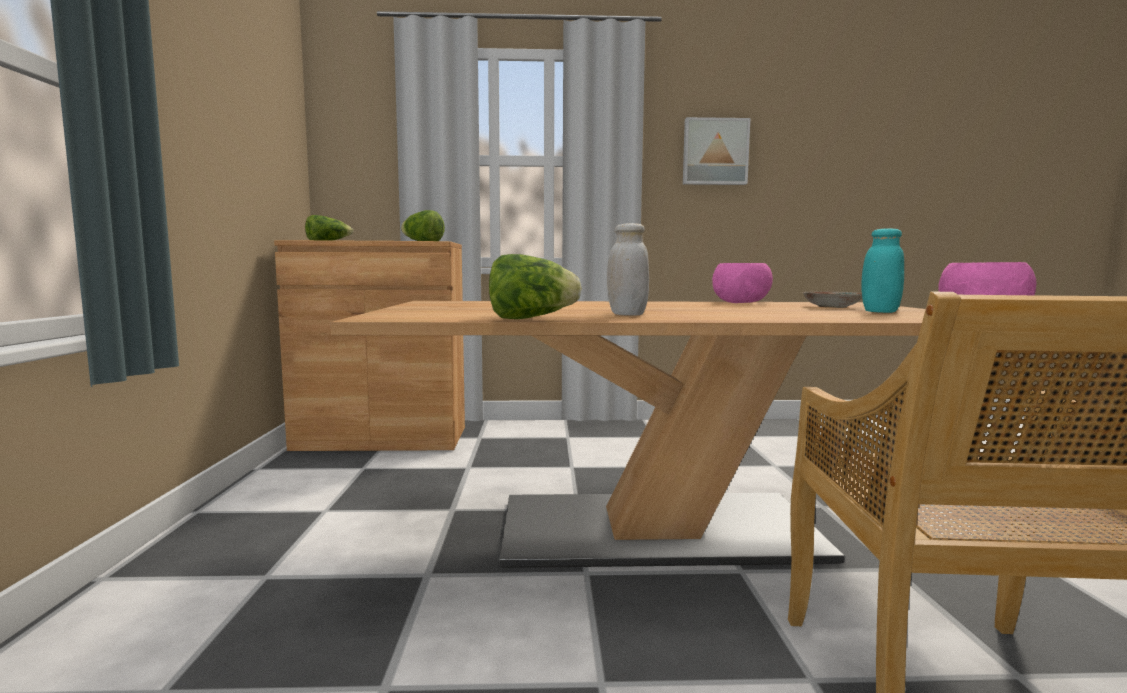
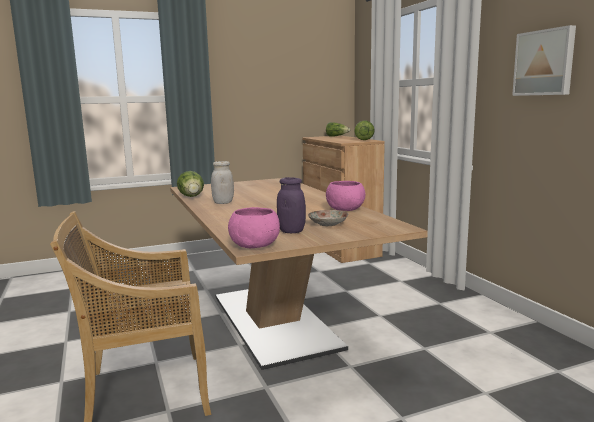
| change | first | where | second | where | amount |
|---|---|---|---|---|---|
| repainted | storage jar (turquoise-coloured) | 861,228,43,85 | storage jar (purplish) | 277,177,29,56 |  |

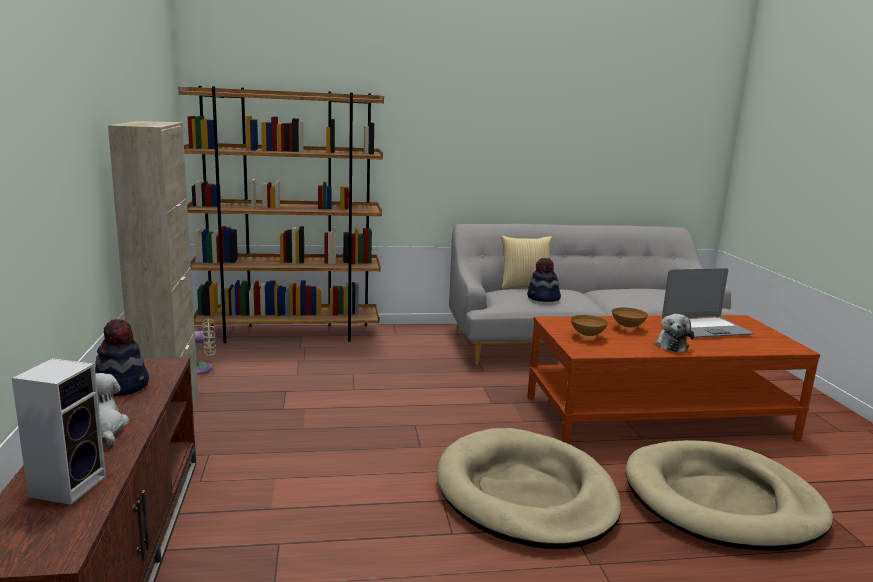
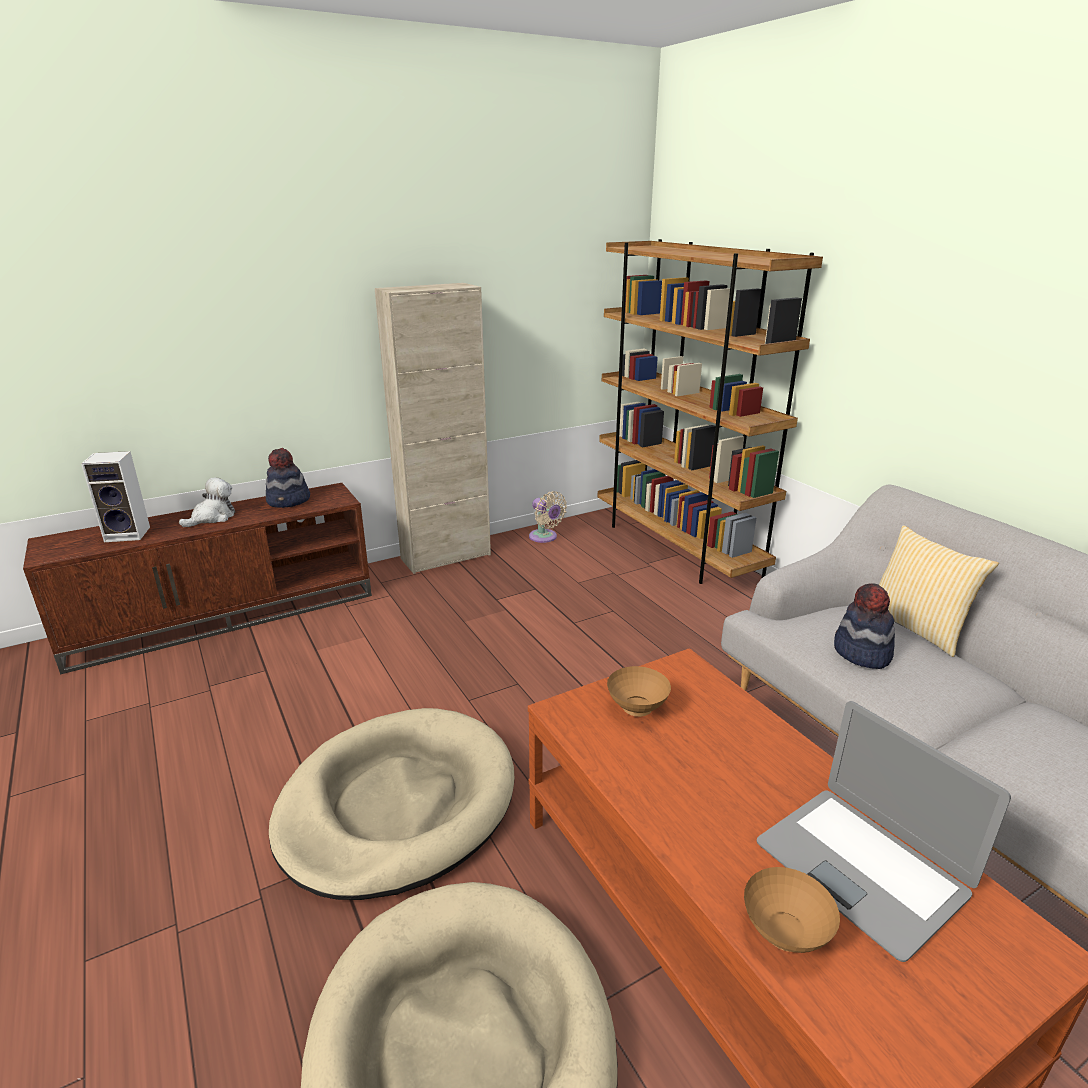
| change | first | where | second | where | amount |
|---|---|---|---|---|---|
| gone | cuddly toy | 654,314,40,38 |  |  |  |
| shifted | bowl (brownish) | 612,308,36,22 |  | 744,867,96,86 |  |

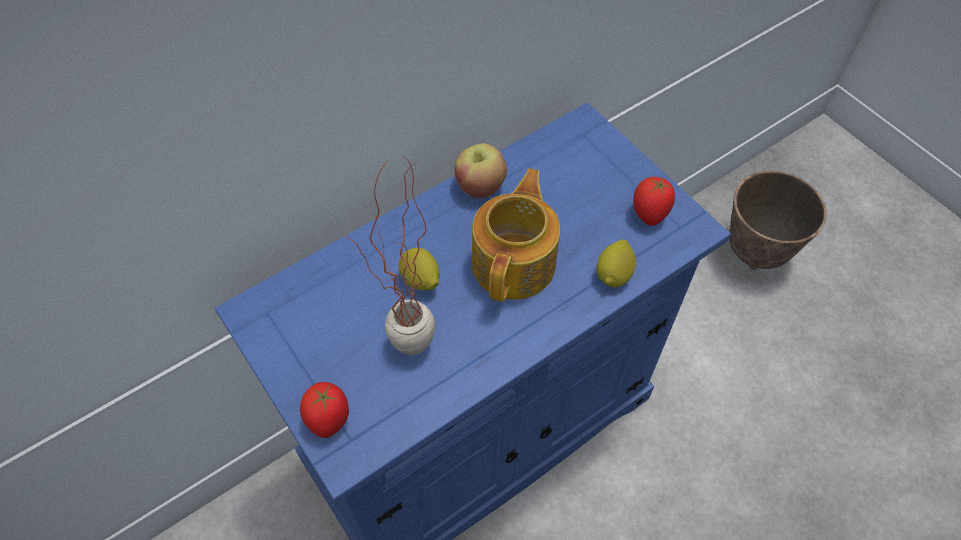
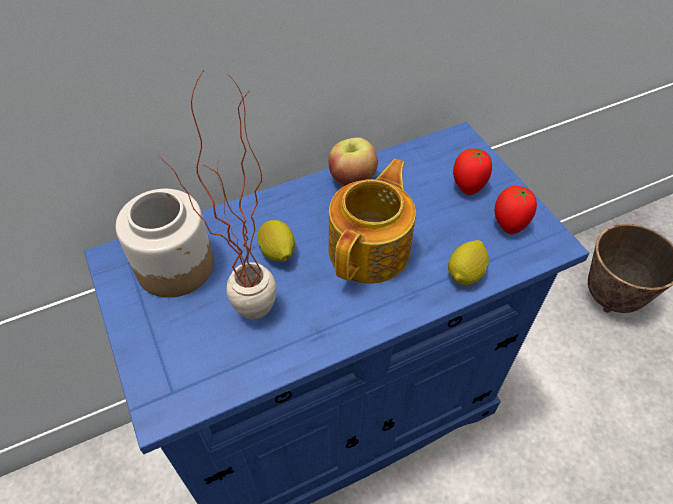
| change | first | where | second | where | amount |
|---|---|---|---|---|---|
| new |  |  | storage jar | 116,189,98,109 |  |
| shifted | fresh tomato | 300,382,49,56 |  | 453,148,39,47 |  |

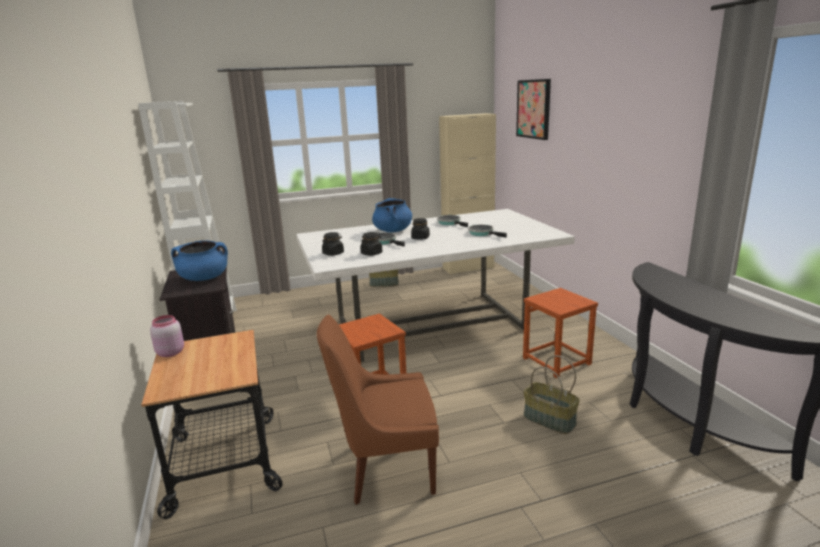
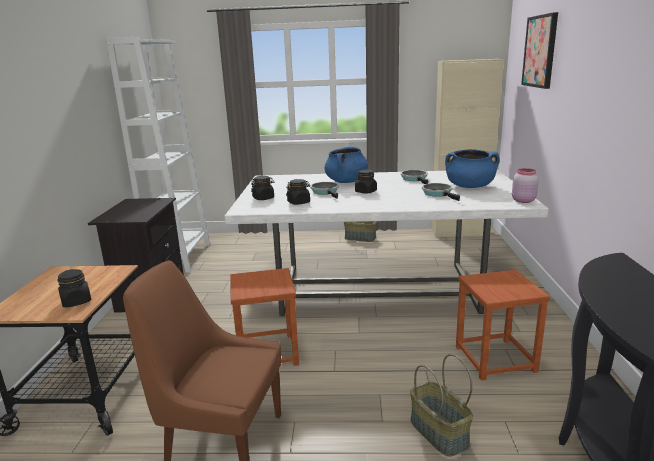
| change | first | where | second | where | amount |
|---|---|---|---|---|---|
| new |  |  | storage jar (black) | 57,269,34,39 |  |
| shifted | storage jar (pinkish) | 150,315,34,42 |  | 512,168,27,35 |  |
| shifted | saucepot (blue) | 171,240,57,41 |  | 445,149,55,39 |  |

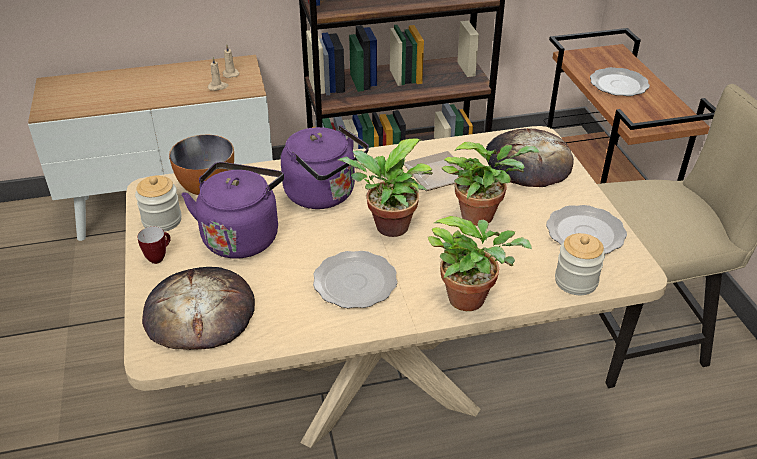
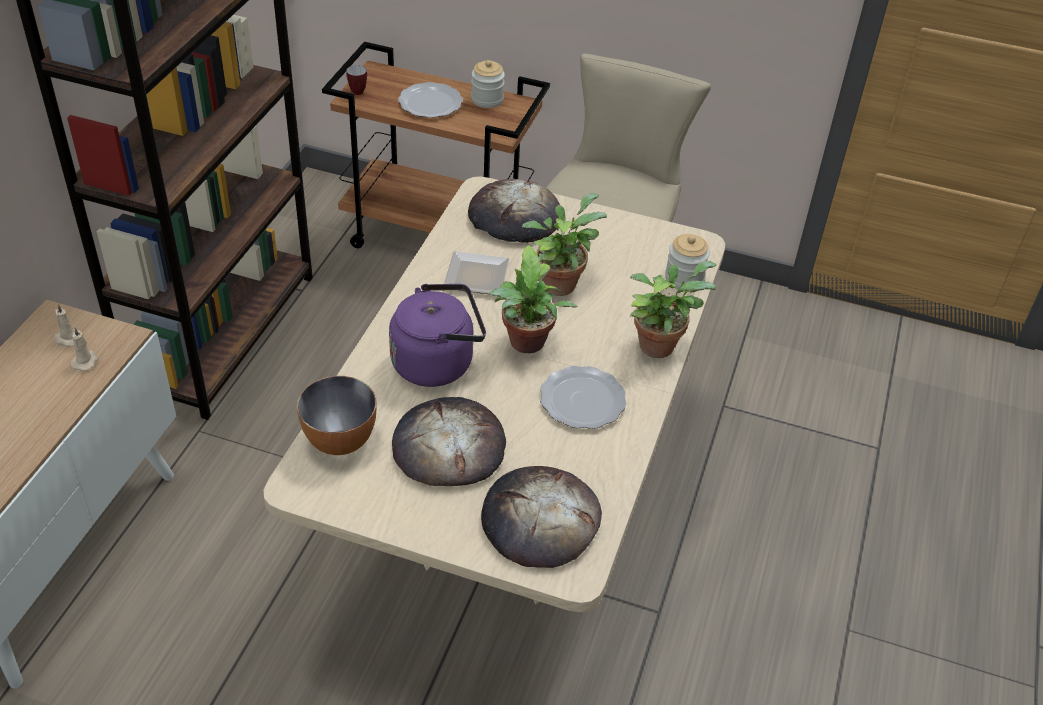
| change | first | where | second | where | amount |
|---|---|---|---|---|---|
| gone | plate | 546,205,81,49 |  |  |  |
| shifted | storage jar | 135,176,47,56 |  | 471,60,34,48 |  |
| shifted | tea mug | 137,227,34,37 |  | 346,65,21,30 |  |
| swapped | water kettle (purplish) | 182,162,102,97 | bakery bread | 392,397,114,89 |  |

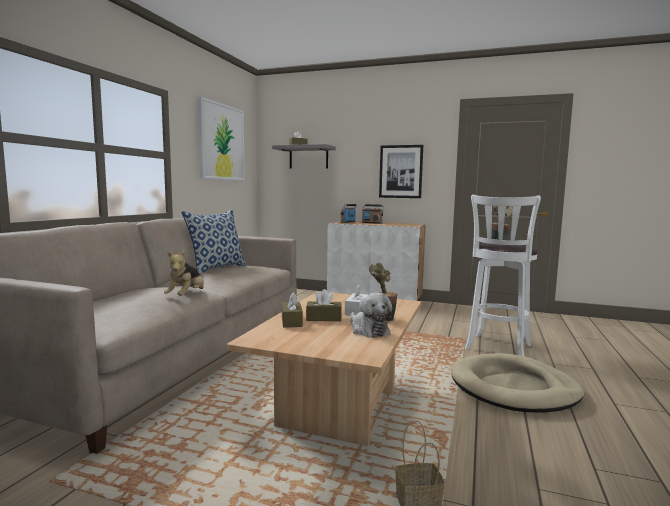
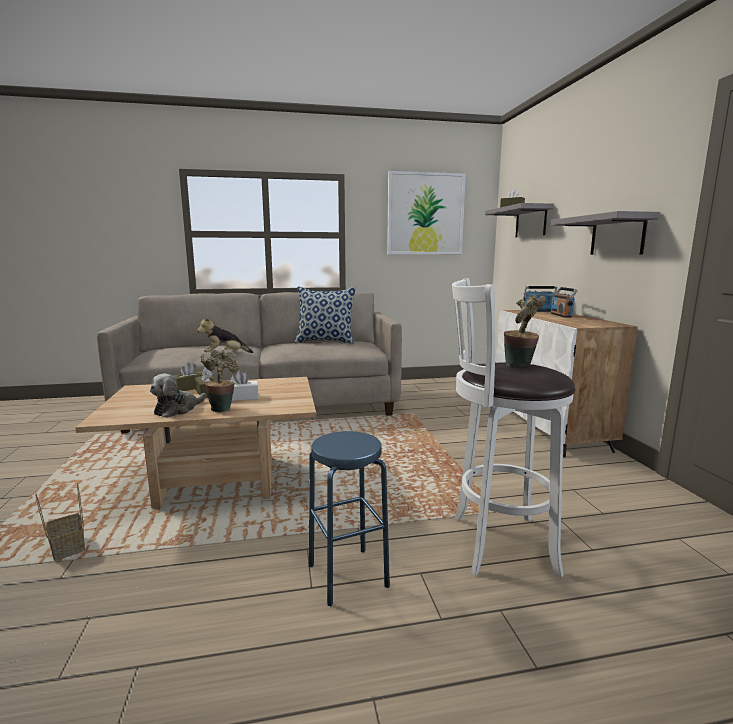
| change | first | where | second | where | amount |
|---|---|---|---|---|---|
| swapped | picture | 379,145,44,53 | bracket shelf (grey) | 551,211,110,44 |  |
| swapped | dog bed (sand-coloured) | 451,353,133,59 | stool seat (blue) | 309,431,81,175 |  |

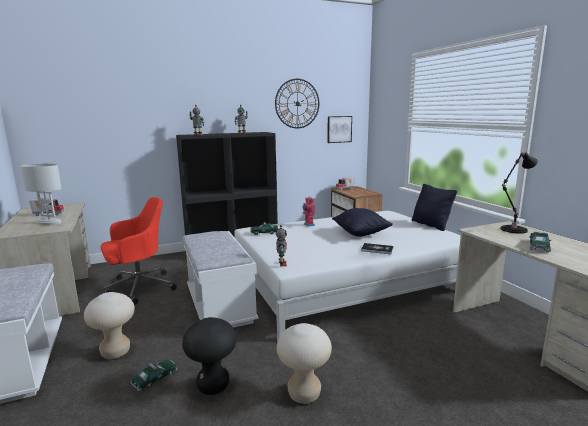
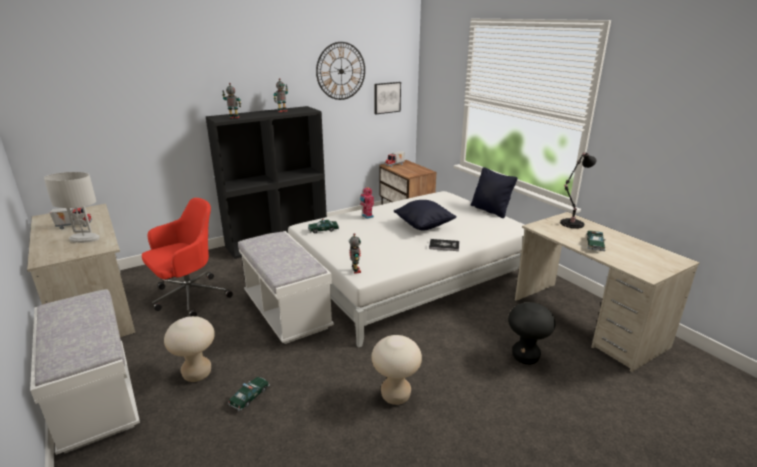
| change | first | where | second | where | amount |
|---|---|---|---|---|---|
| shifted | stool seat (black) | 182,317,55,78 |  | 508,302,47,63 |  |

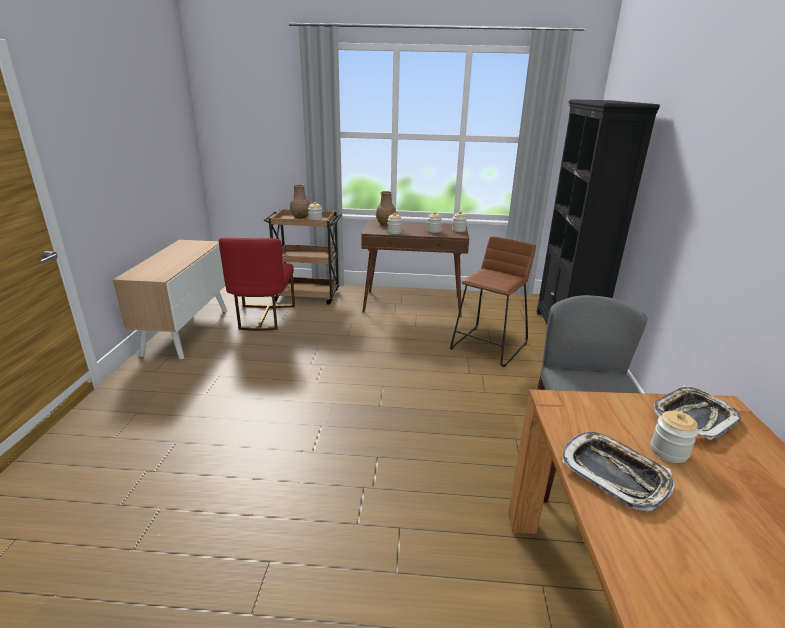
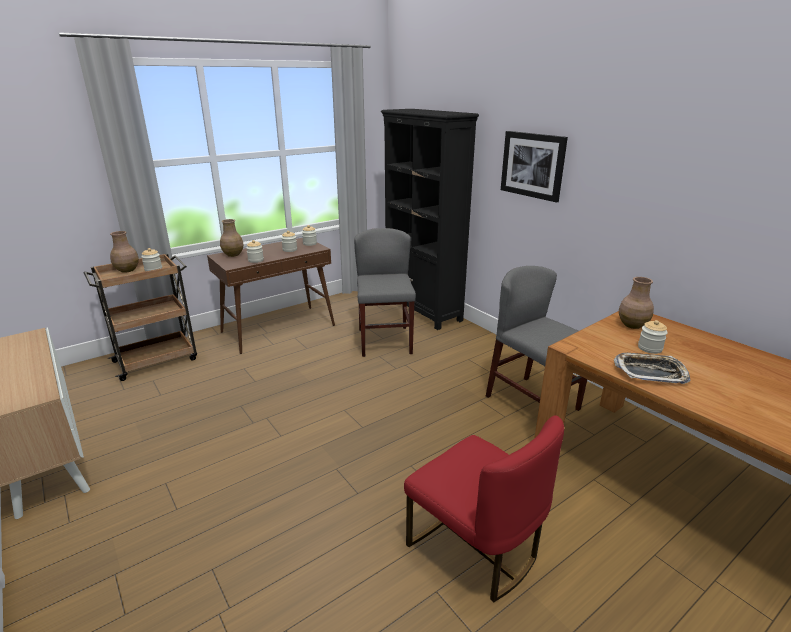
| change | first | where | second | where | amount |
|---|---|---|---|---|---|
| new |  |  | picture | 501,131,67,71 |  |
| shifted | chair (reddish) | 219,238,76,93 |  | 404,415,160,187 |  |
| swapped | stool seat (brownish) | 450,236,86,131 | chair (grey) | 354,228,62,129 |  |
| swapped | carrying tray | 654,385,87,55 | vase (brownish) | 619,277,35,52 |  |

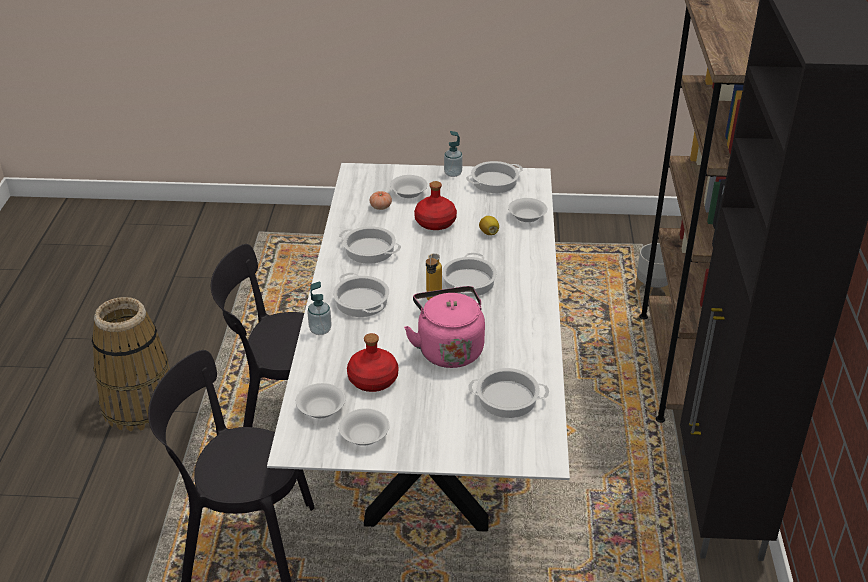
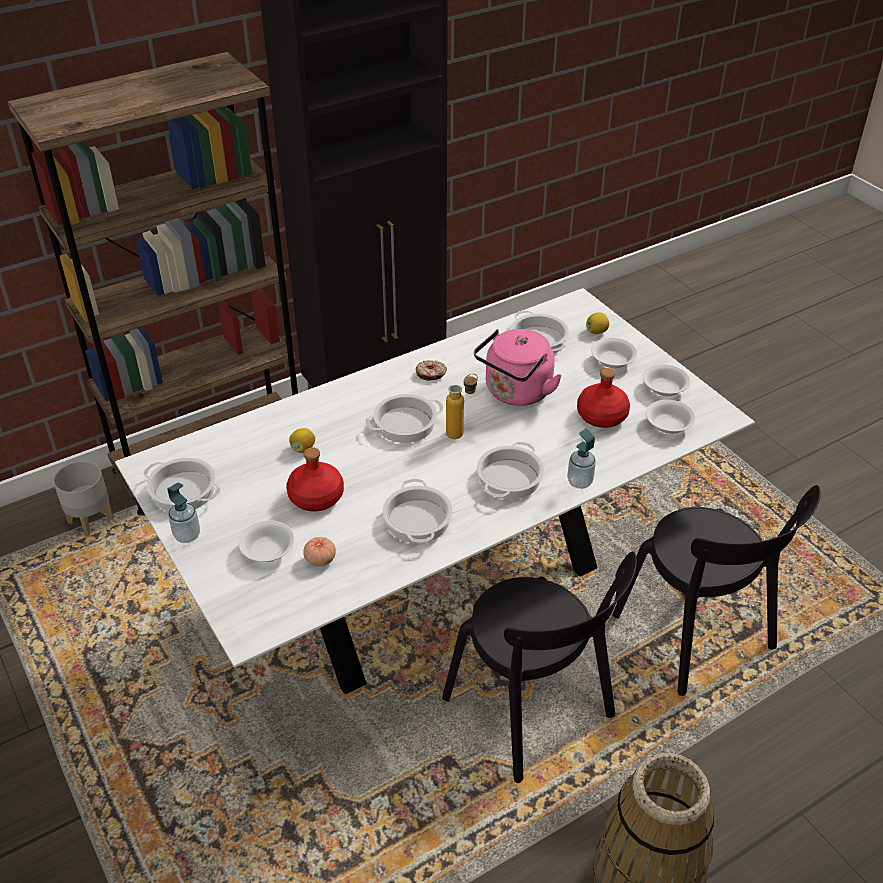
| change | first | where | second | where | amount |
|---|---|---|---|---|---|
| new |  |  | donut | 416,360,31,21 |  |
| new |  |  | lemon | 586,312,23,22 |  |
| shifted | bowl (white-coloured) | 508,198,39,24 |  | 591,338,46,30 |  |

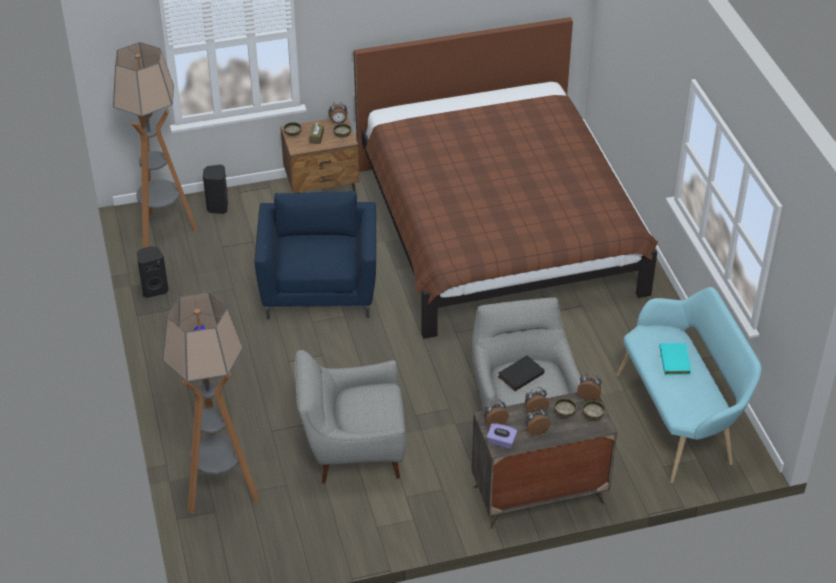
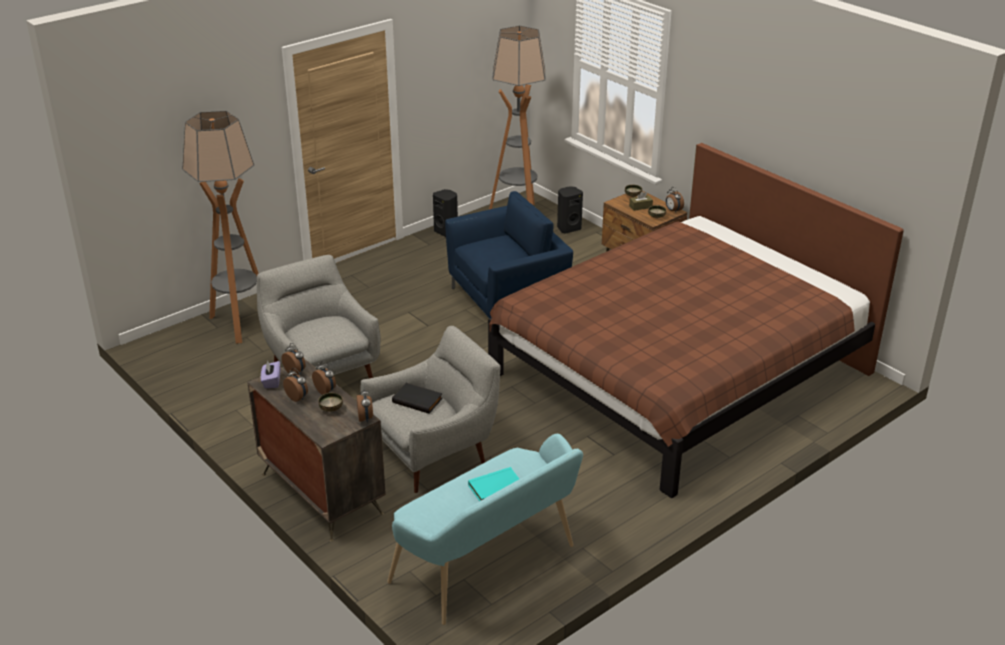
| change | first | where | second | where | amount |
|---|---|---|---|---|---|
| gone | bowl | 582,401,23,19 |  |  |  |

